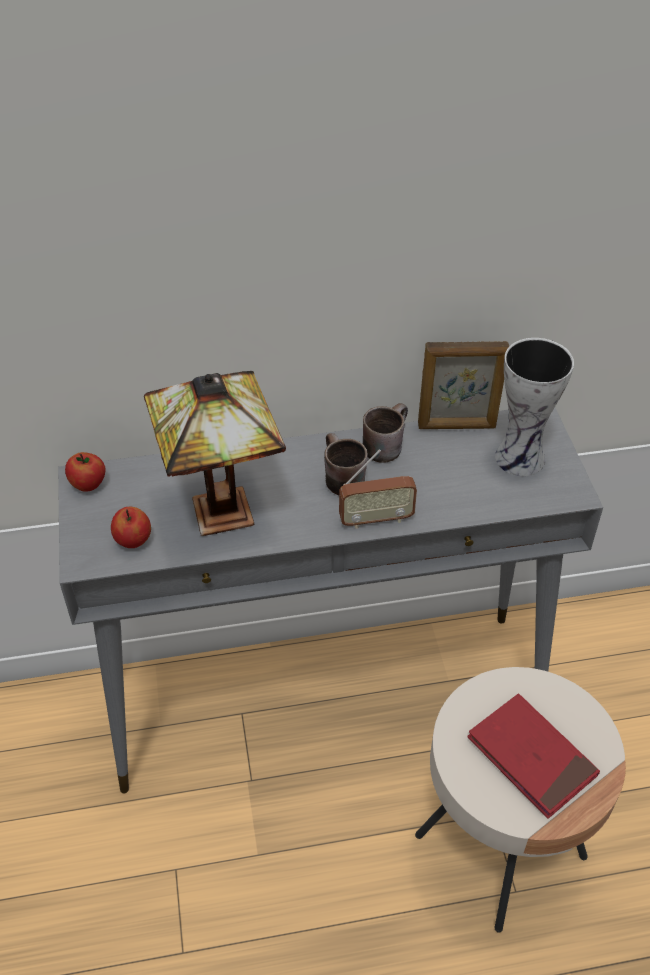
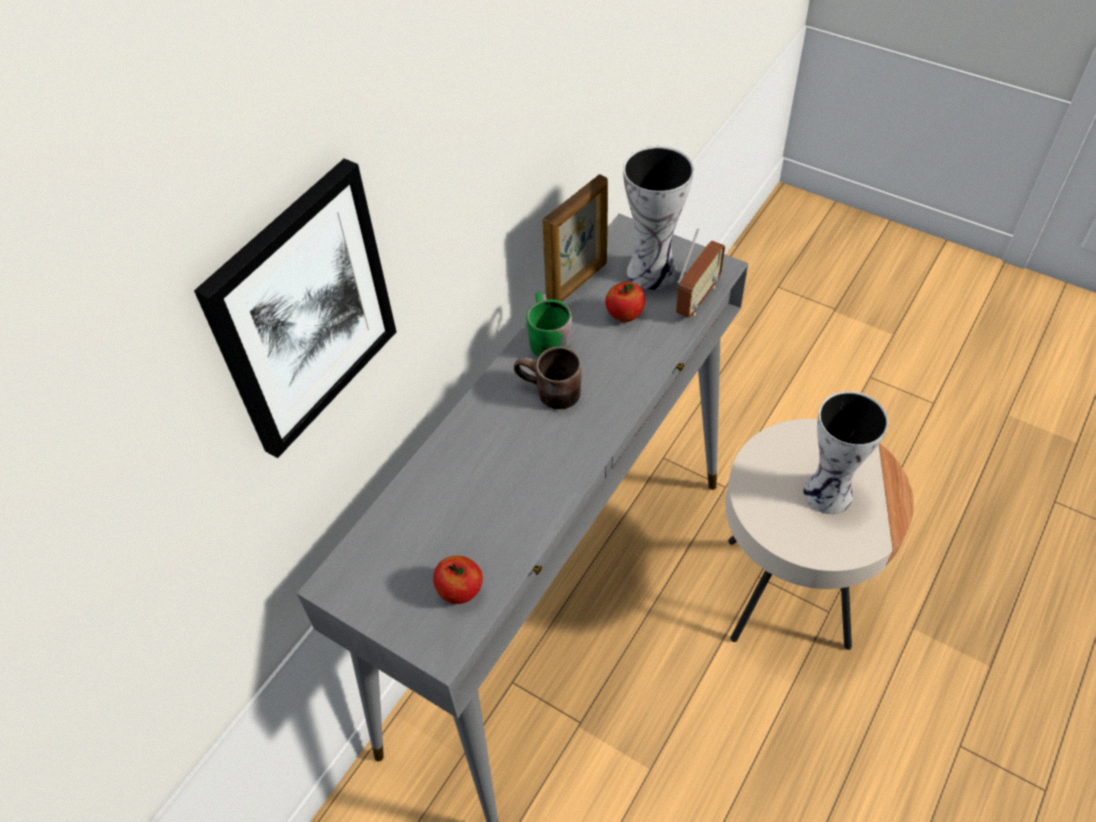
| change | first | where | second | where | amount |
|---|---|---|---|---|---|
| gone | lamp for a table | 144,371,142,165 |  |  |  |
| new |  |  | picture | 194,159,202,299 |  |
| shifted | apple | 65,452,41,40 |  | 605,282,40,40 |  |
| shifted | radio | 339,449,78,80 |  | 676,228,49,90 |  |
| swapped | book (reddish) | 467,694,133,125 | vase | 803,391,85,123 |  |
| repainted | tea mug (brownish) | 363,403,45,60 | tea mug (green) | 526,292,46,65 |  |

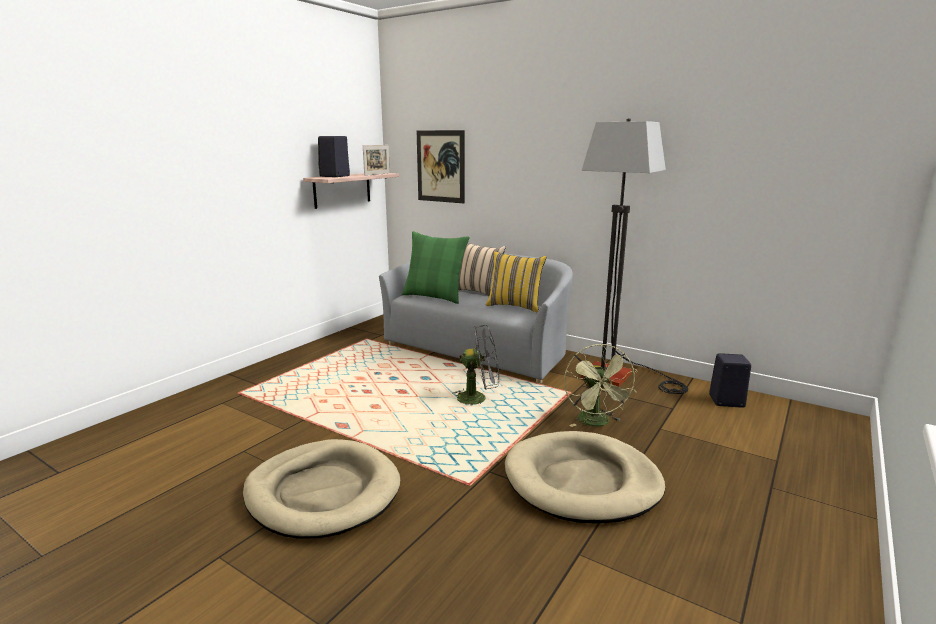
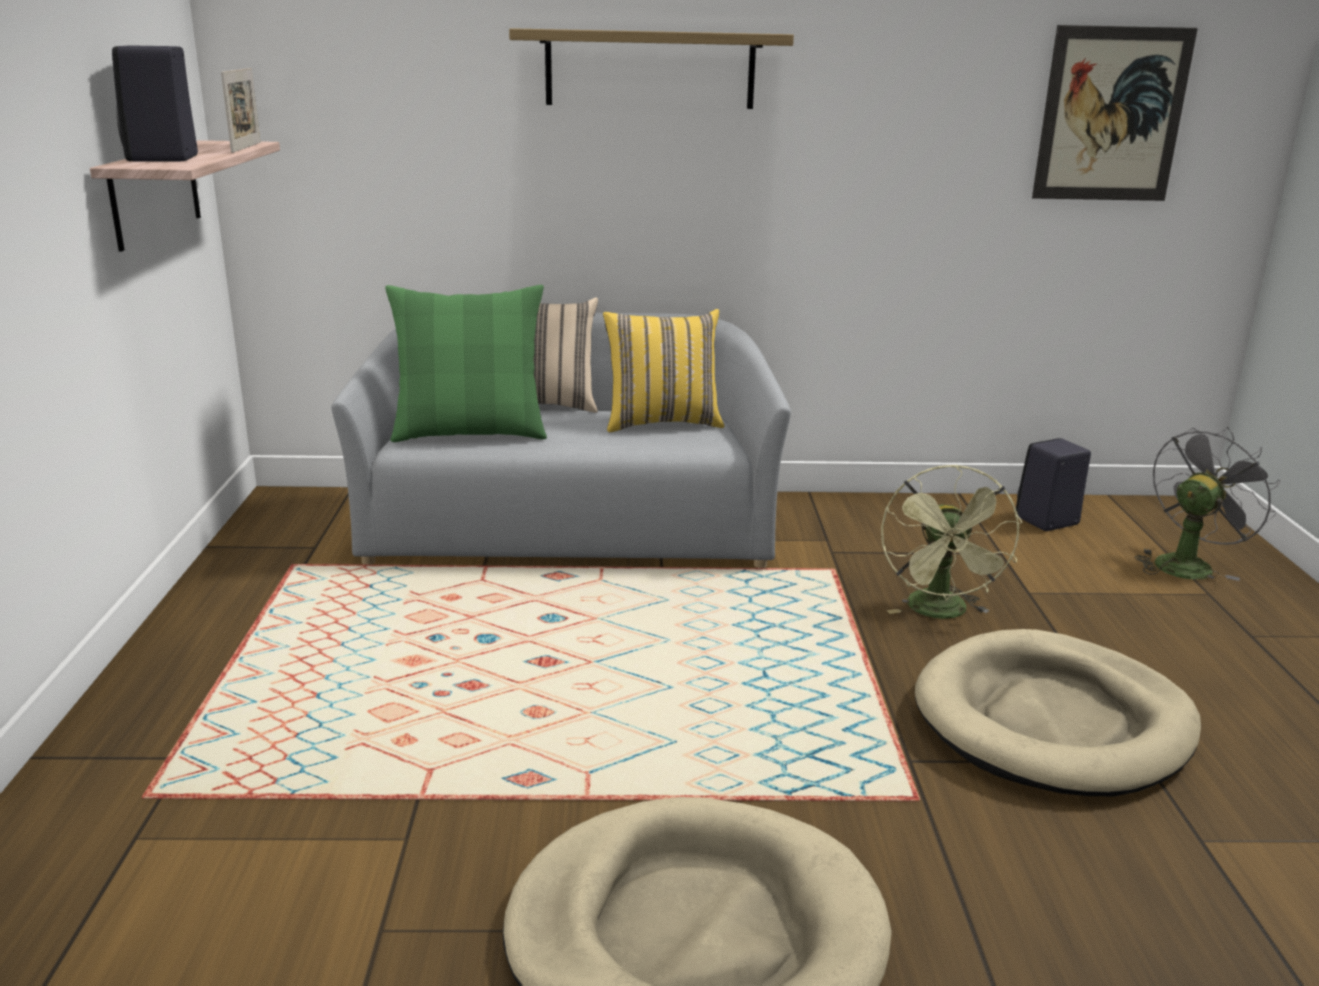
| change | first | where | second | where | amount |
|---|---|---|---|---|---|
| gone | floor lamp | 581,118,107,276 |  |  |  |
| new |  |  | bracket shelf | 509,29,285,80 |  |
| shifted | picture | 417,130,48,74 |  | 1032,25,166,176 |  |
| shifted | cooling fan (grey) | 452,325,47,81 |  | 1135,427,146,154 |  |
| rotated | cooling fan (green) | 564,344,74,83 |  | 881,464,141,155 | 45 degrees clockwise |

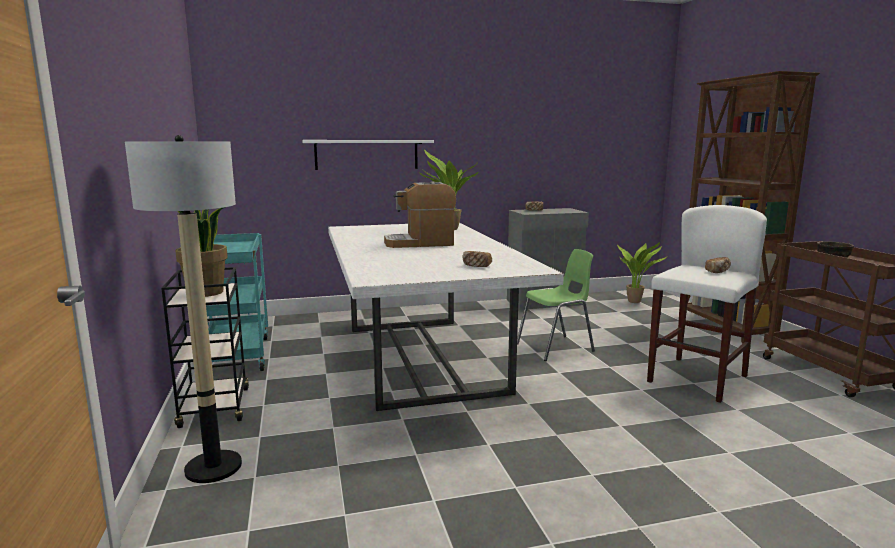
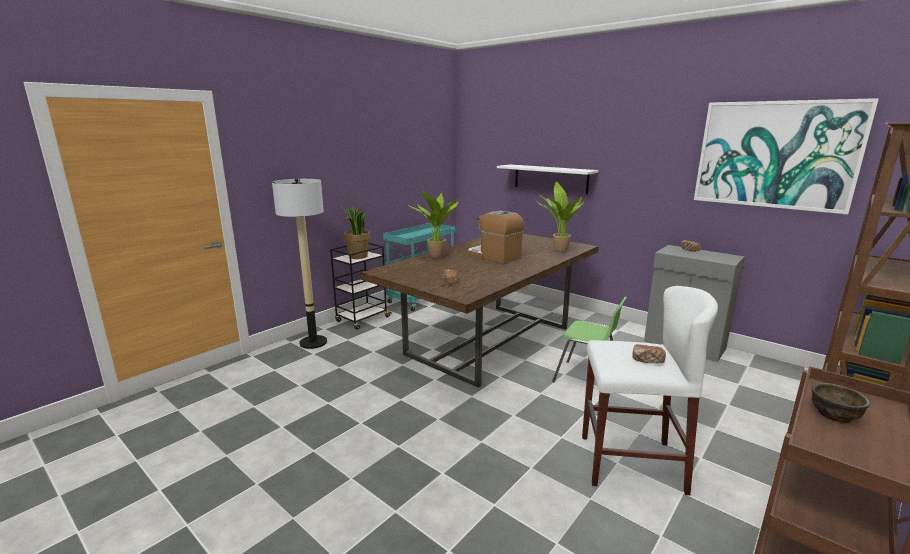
| change | first | where | second | where | amount |
|---|---|---|---|---|---|
| new |  |  | picture | 694,98,185,116 |  |
| shifted | plant in a pot | 617,242,50,61 |  | 407,191,52,67 |  |
| repainted | dining table (white-coloured) | 328,223,236,188 | dining table (brownish) | 360,233,238,155 |  |

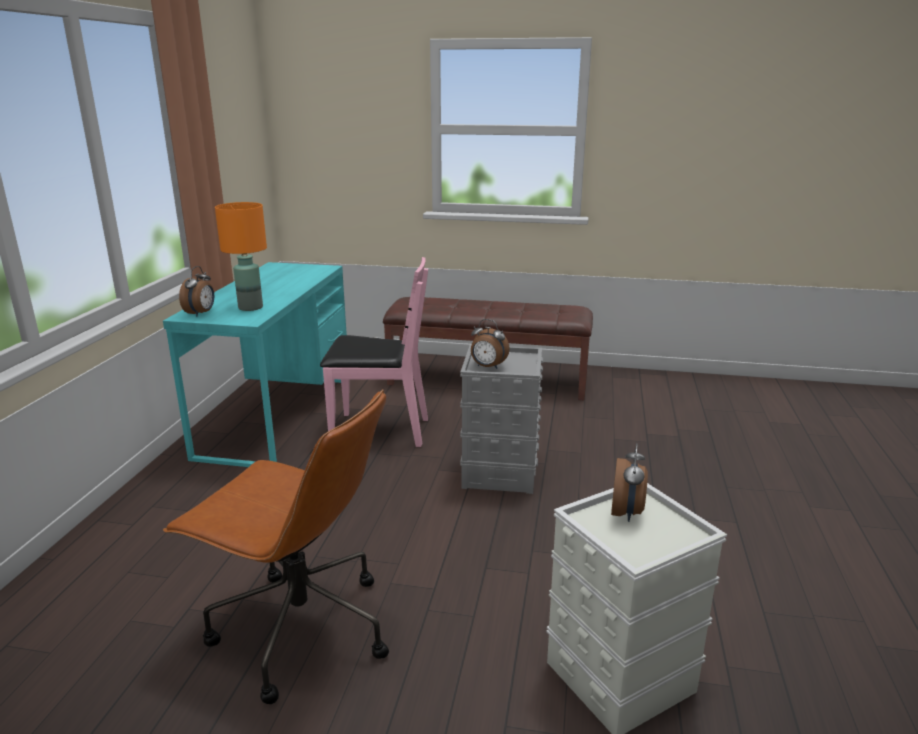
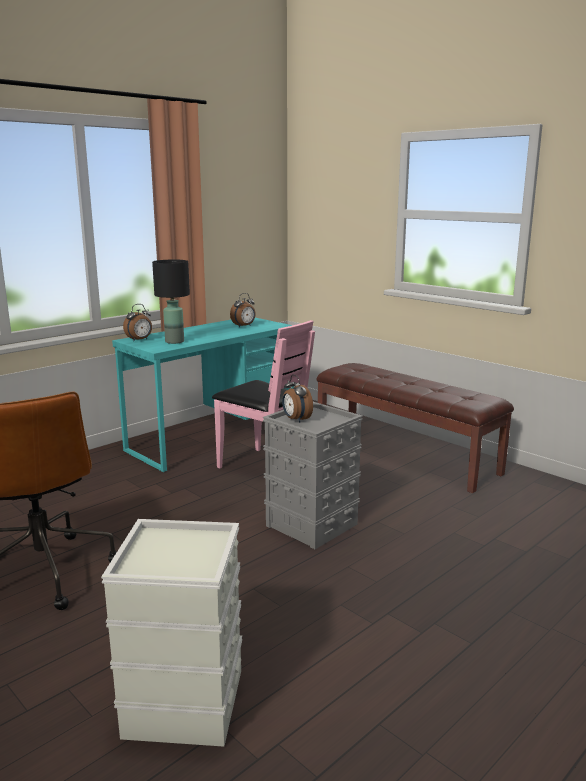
| change | first | where | second | where | amount |
|---|---|---|---|---|---|
| shifted | table clock | 611,443,37,79 |  | 230,293,26,34 |  |
| repainted | lamp for a table (orange) | 215,202,52,109 | lamp for a table (black) | 152,260,38,84 |  |

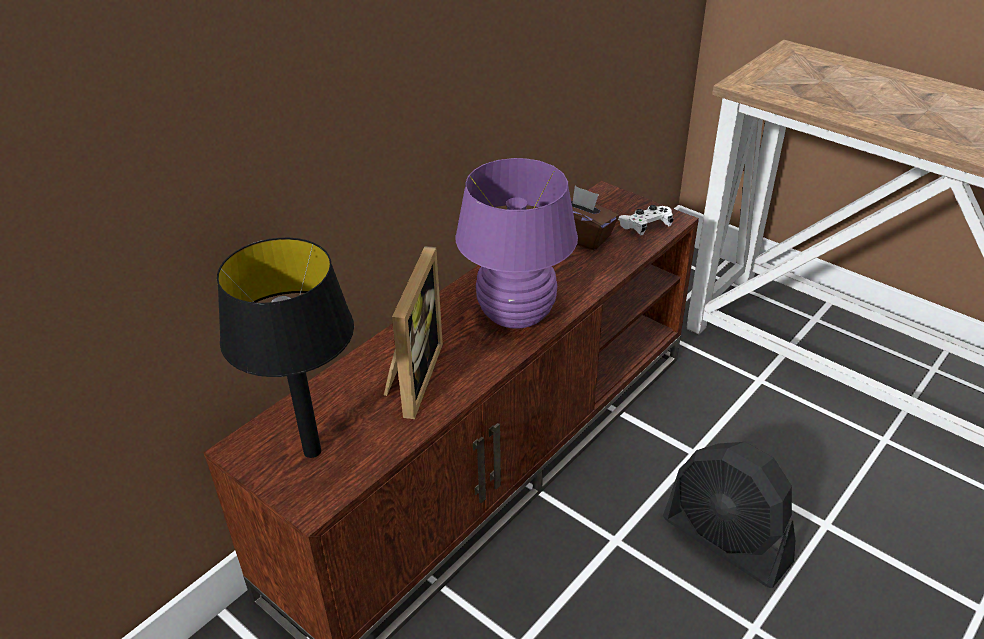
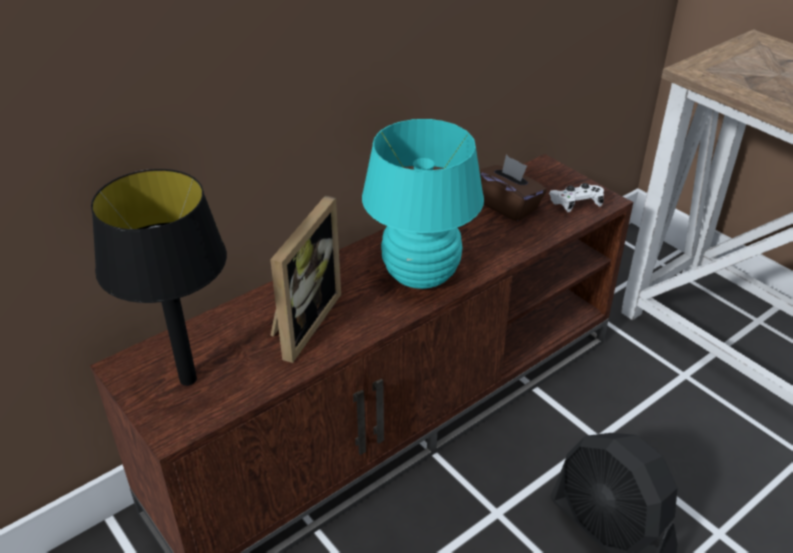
| change | first | where | second | where | amount |
|---|---|---|---|---|---|
| repainted | lamp for a table (purplish) | 456,158,122,171 | lamp for a table (turquoise-coloured) | 362,119,122,170 |  |

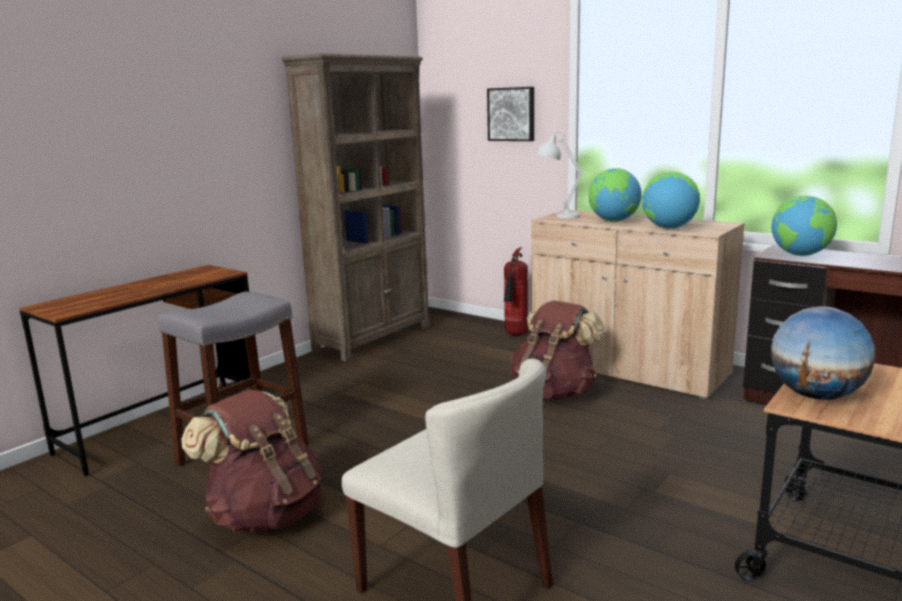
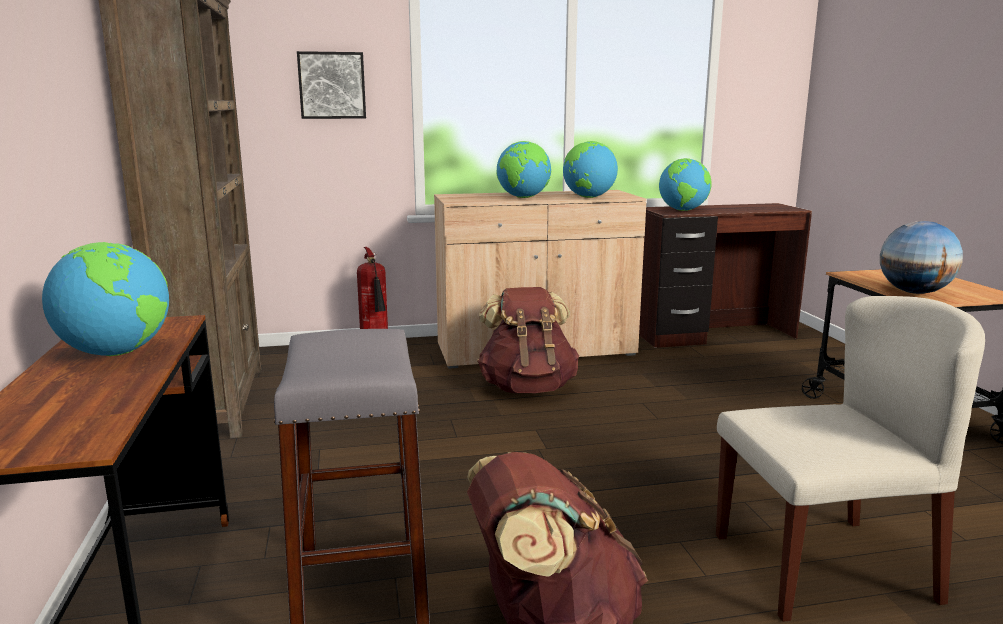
| change | first | where | second | where | amount |
|---|---|---|---|---|---|
| gone | lamp for a table (white-coloured) | 537,132,46,87 |  |  |  |
| new |  |  | world globe | 42,242,127,114 |  |

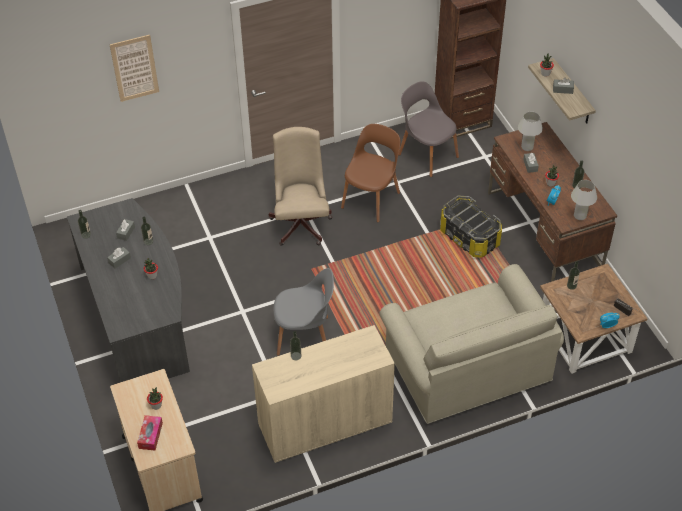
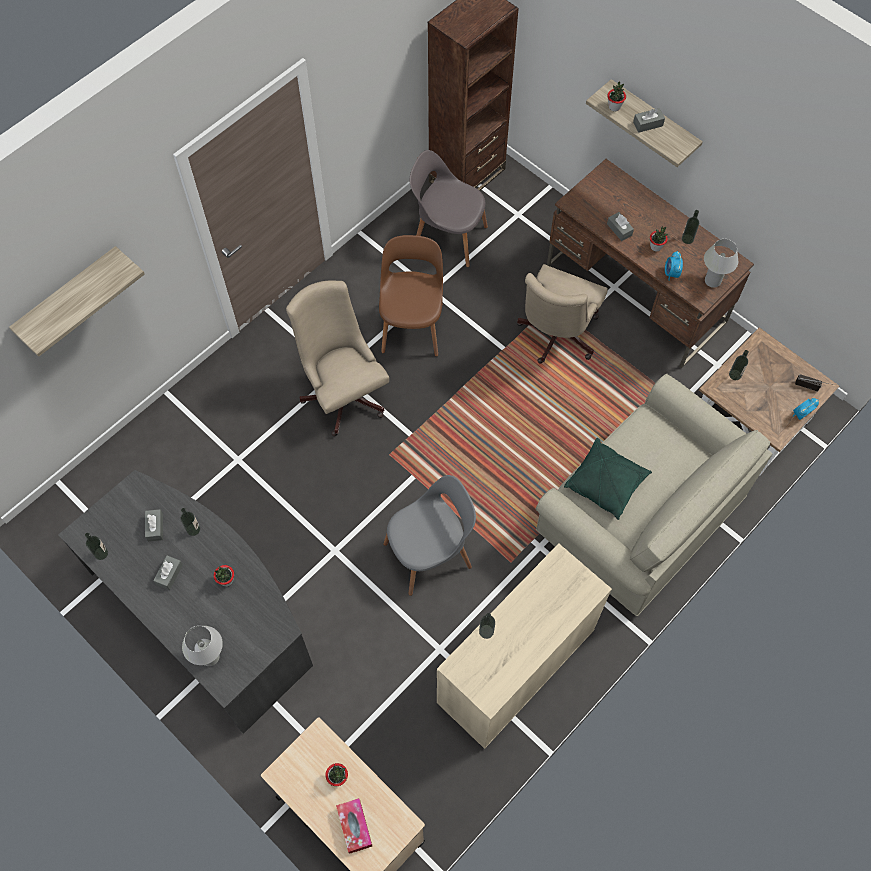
| change | first | where | second | where | amount |
|---|---|---|---|---|---|
| new |  |  | pillow (green) | 564,438,88,82 |  |
| shifted | lamp for a table (white-coloured) | 518,112,25,39 |  | 182,626,41,40 |  |
| swapped | picture | 110,35,49,67 | bracket shelf | 9,246,136,111 |  |
| swapped | storage box | 440,196,62,62 | computer chair (sand-coloured) | 517,264,91,100 |  |

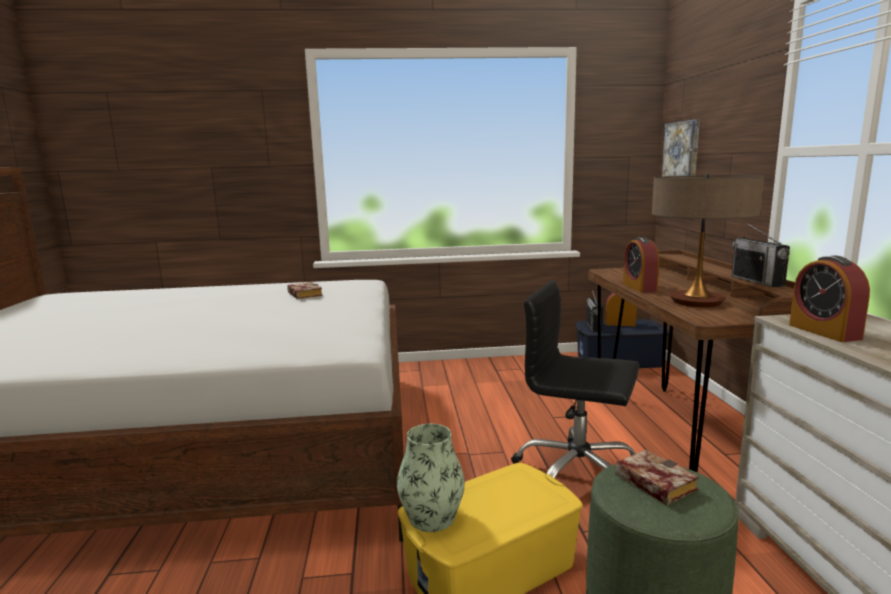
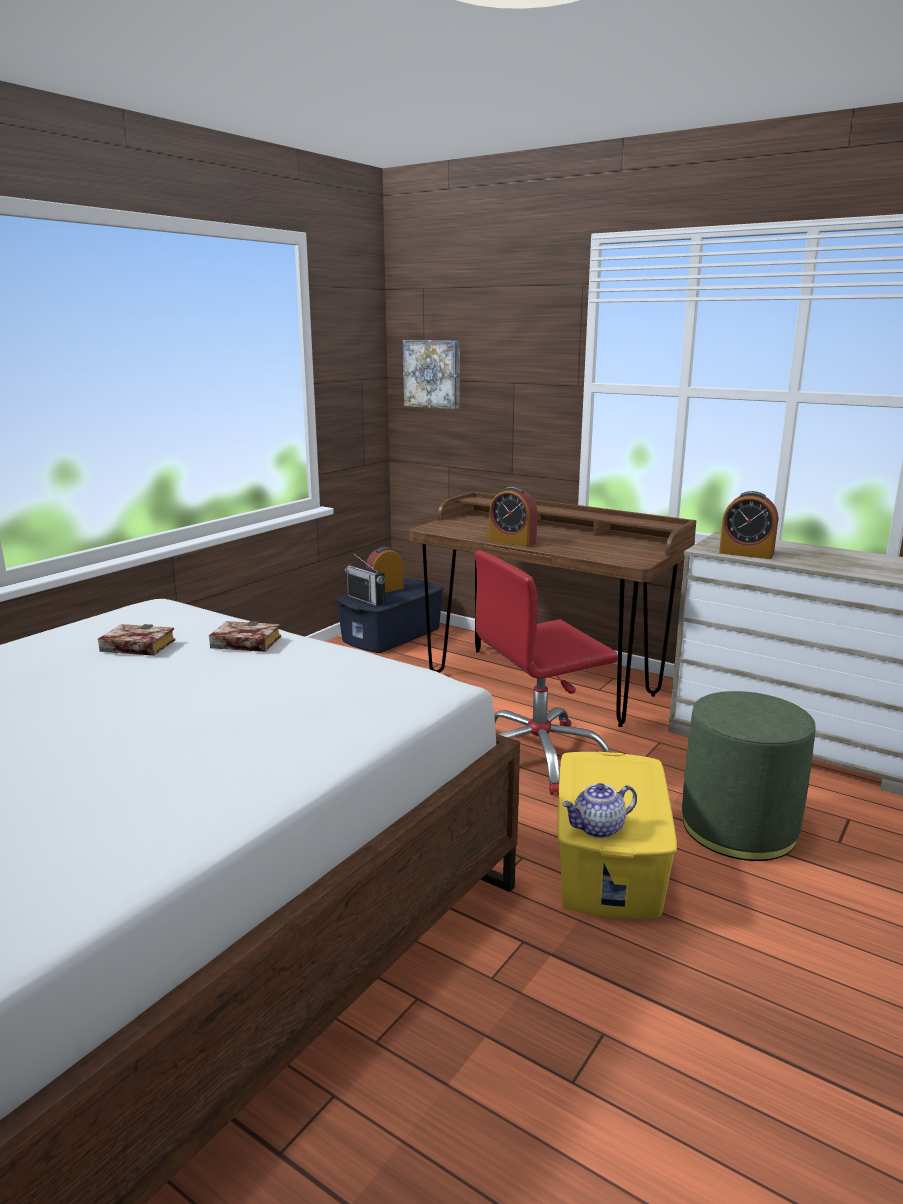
| change | first | where | second | where | amount |
|---|---|---|---|---|---|
| gone | lamp for a table | 652,174,112,134 |  |  |  |
| gone | radio | 732,223,58,64 |  |  |  |
| shifted | book | 616,450,83,55 |  | 209,621,72,31 |  |
| swapped | vase | 397,424,68,108 | tea pot | 562,783,75,55 |  |
| repainted | computer chair (black) | 511,280,128,199 | computer chair (reddish) | 475,550,143,245 |  |

